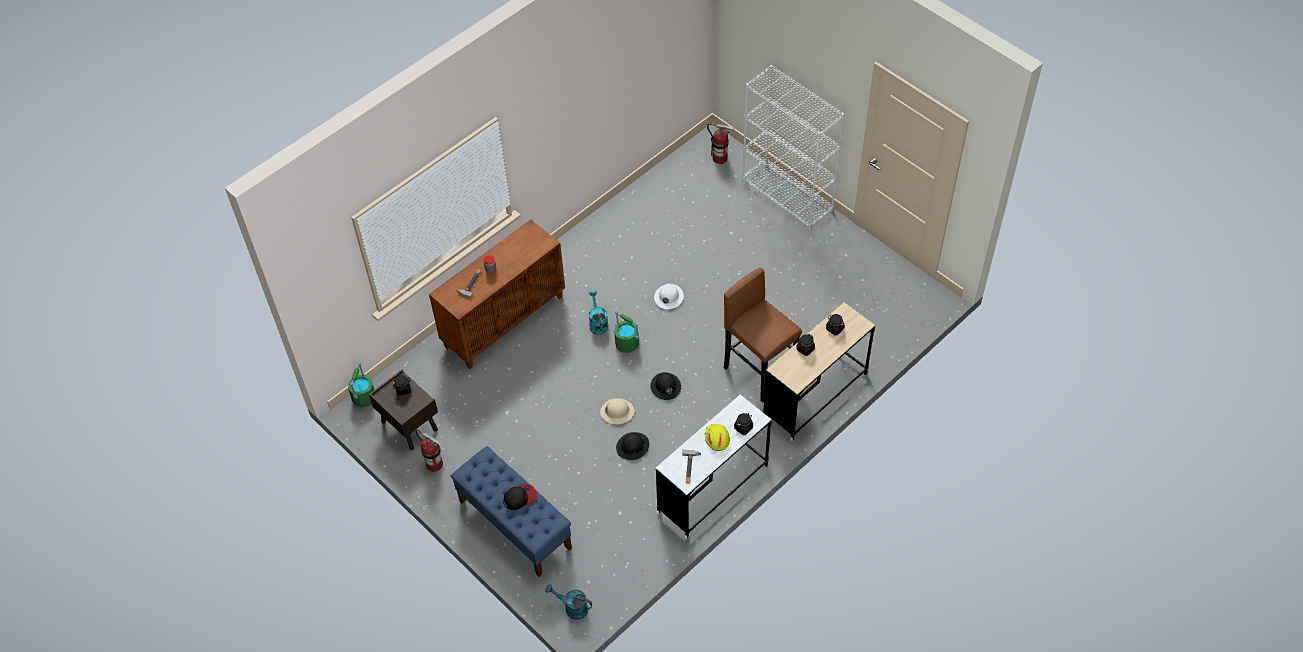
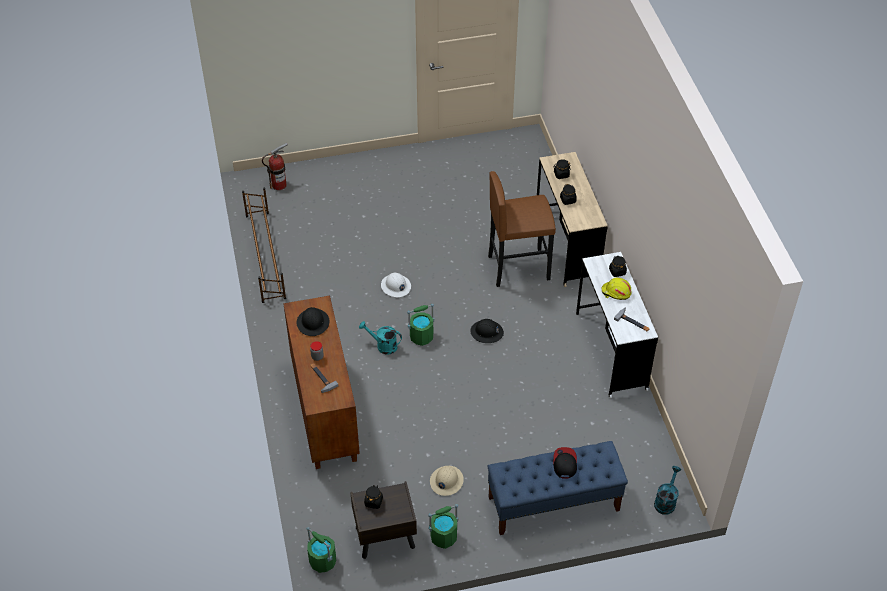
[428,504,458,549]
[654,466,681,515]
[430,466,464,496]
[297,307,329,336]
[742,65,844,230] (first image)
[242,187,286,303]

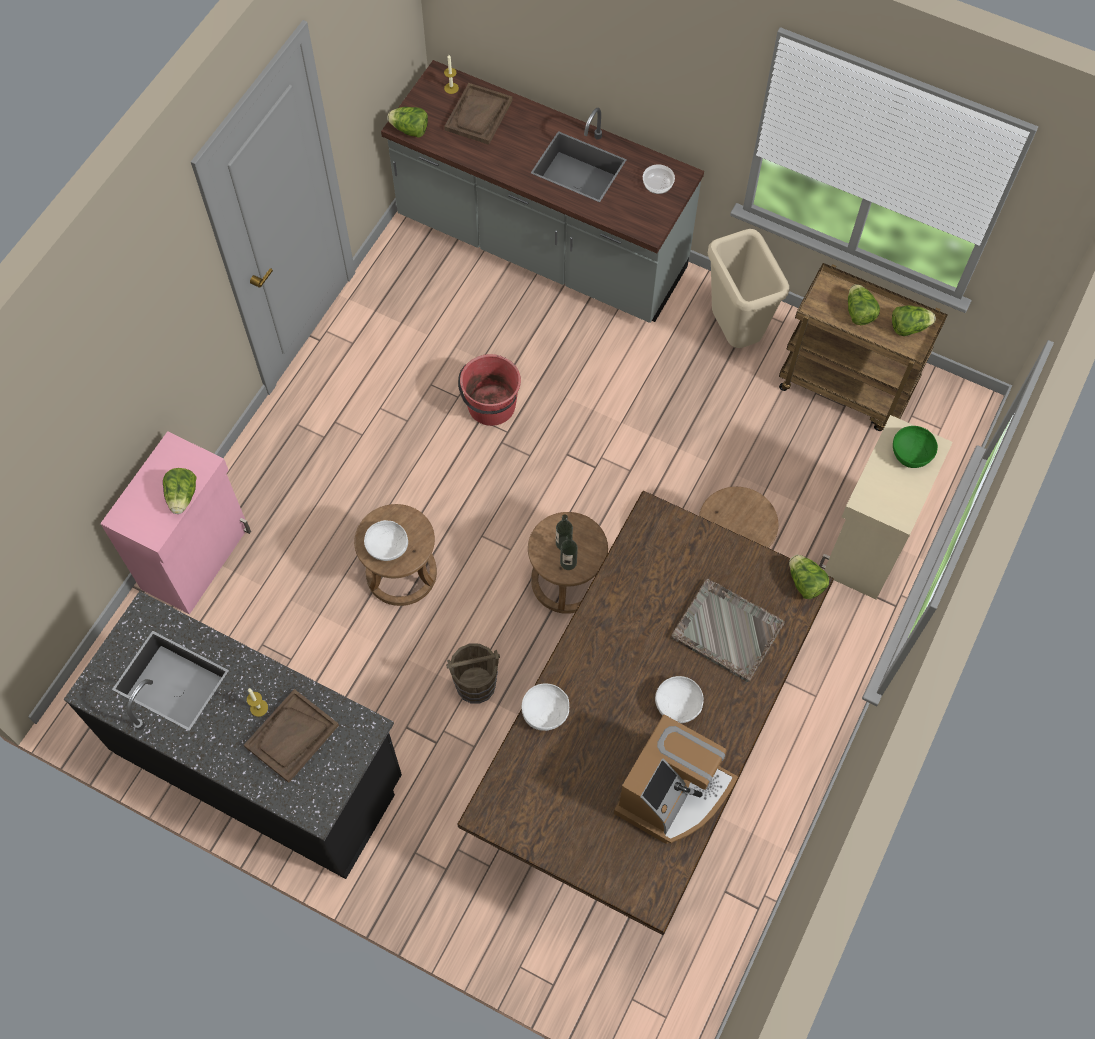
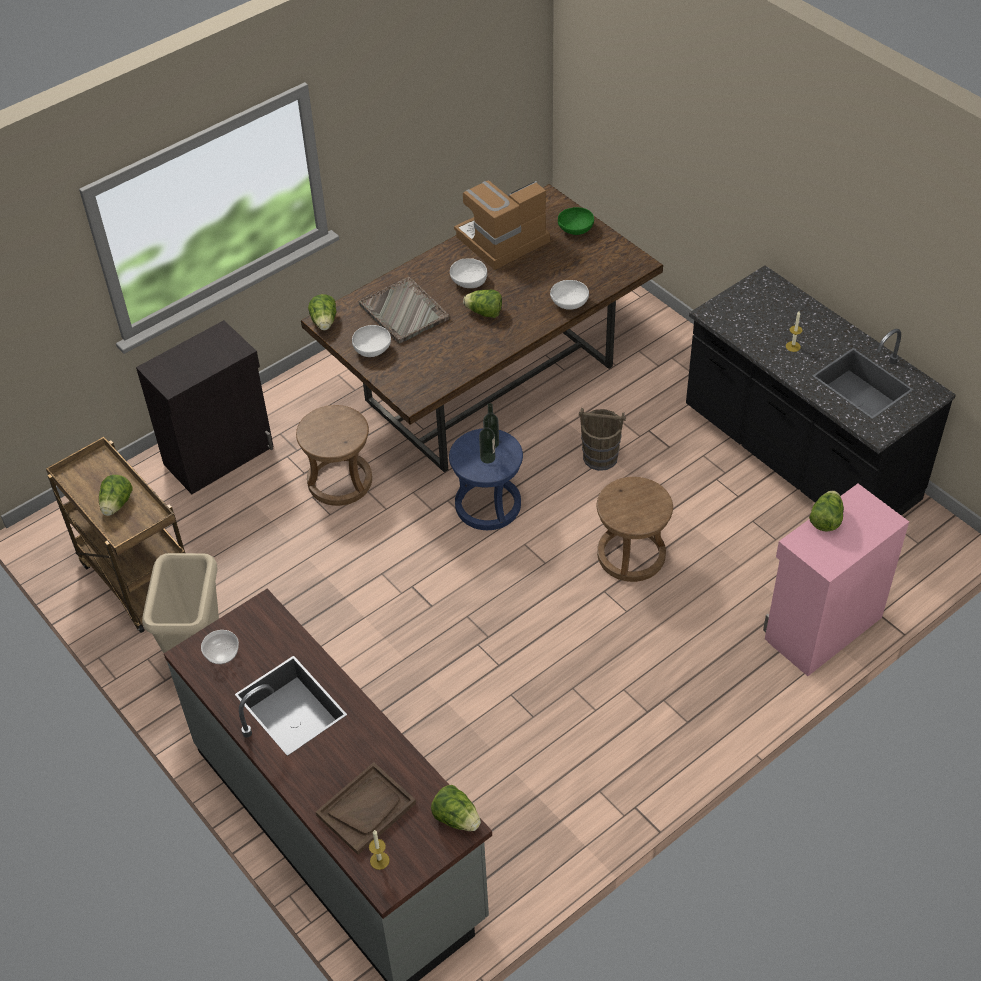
[244,689,339,783] (first image)
[352,325,391,357]
[458,354,521,426] (first image)
[449,428,523,530]
[136,320,274,494]
[463,290,502,318]
[558,207,594,235]

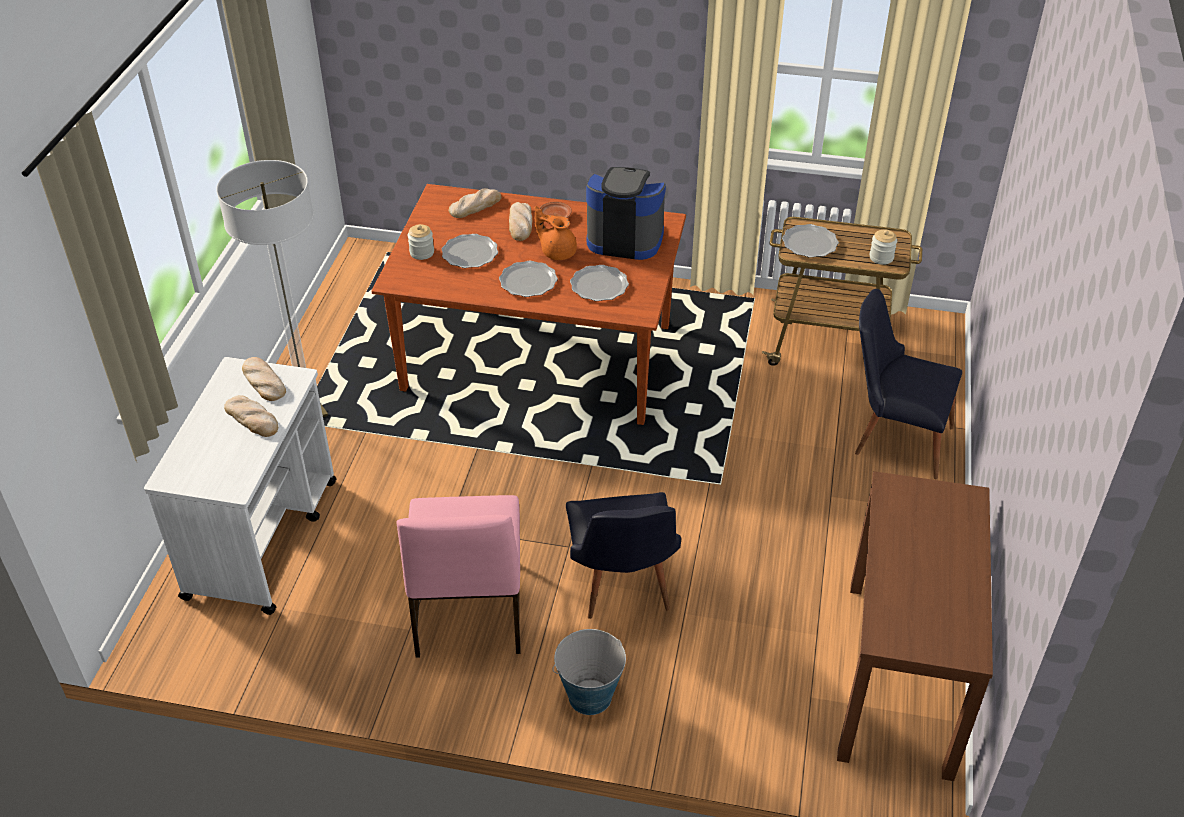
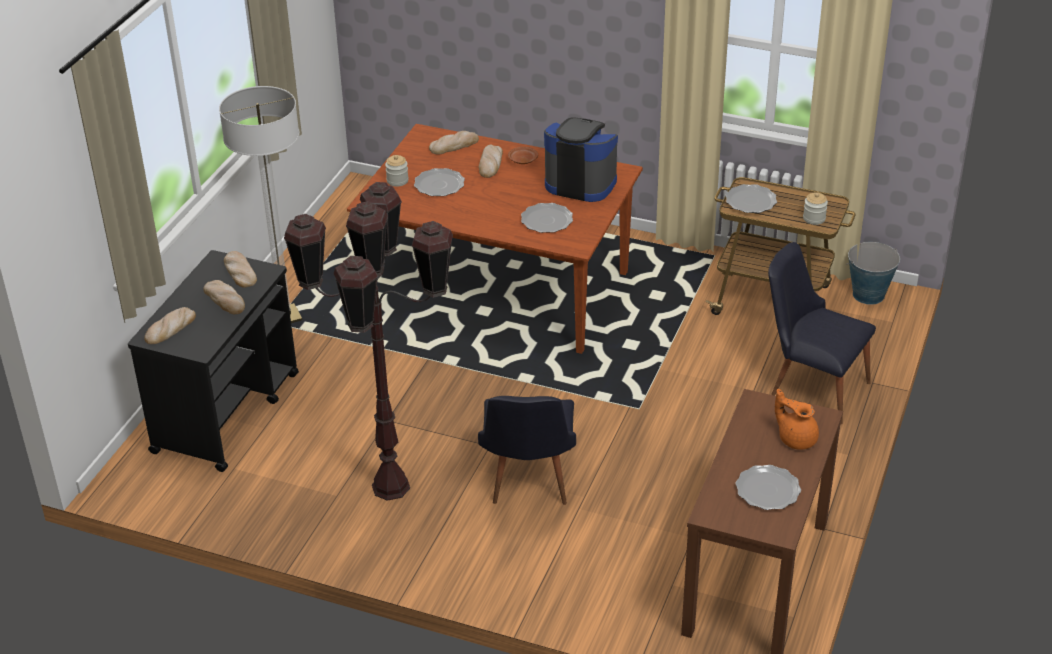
[128,250,299,472]
[284,182,453,501]
[735,465,801,510]
[775,389,819,450]
[845,242,900,305]
[144,307,196,344]

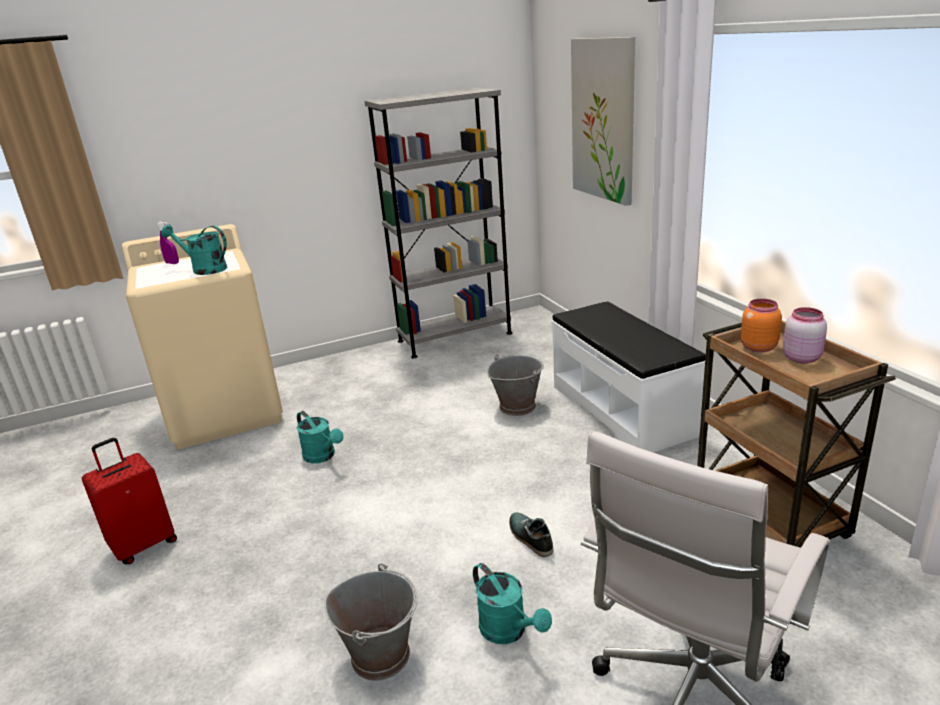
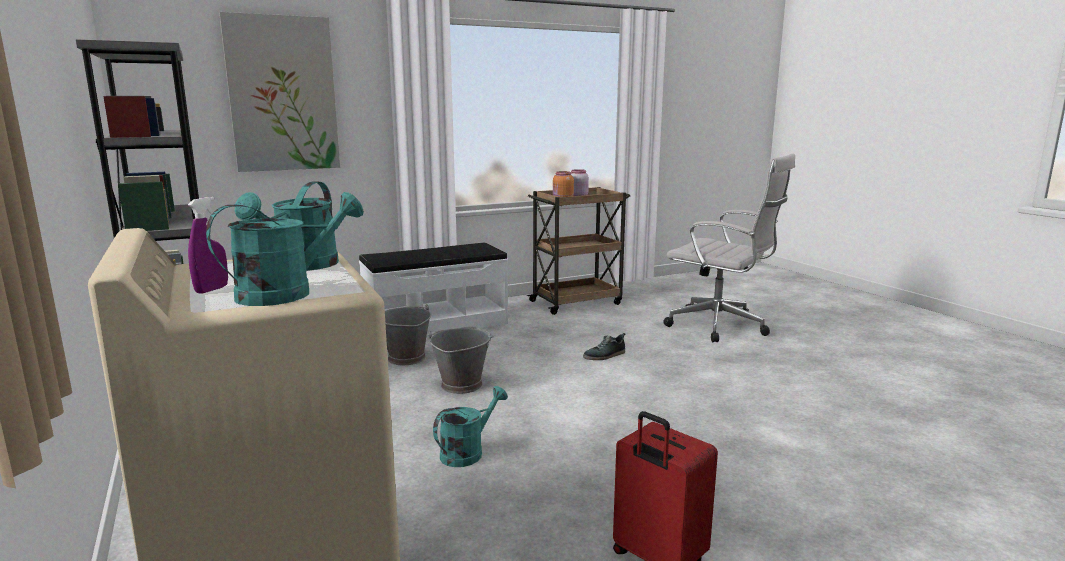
[428,328,494,394]
[206,192,364,306]

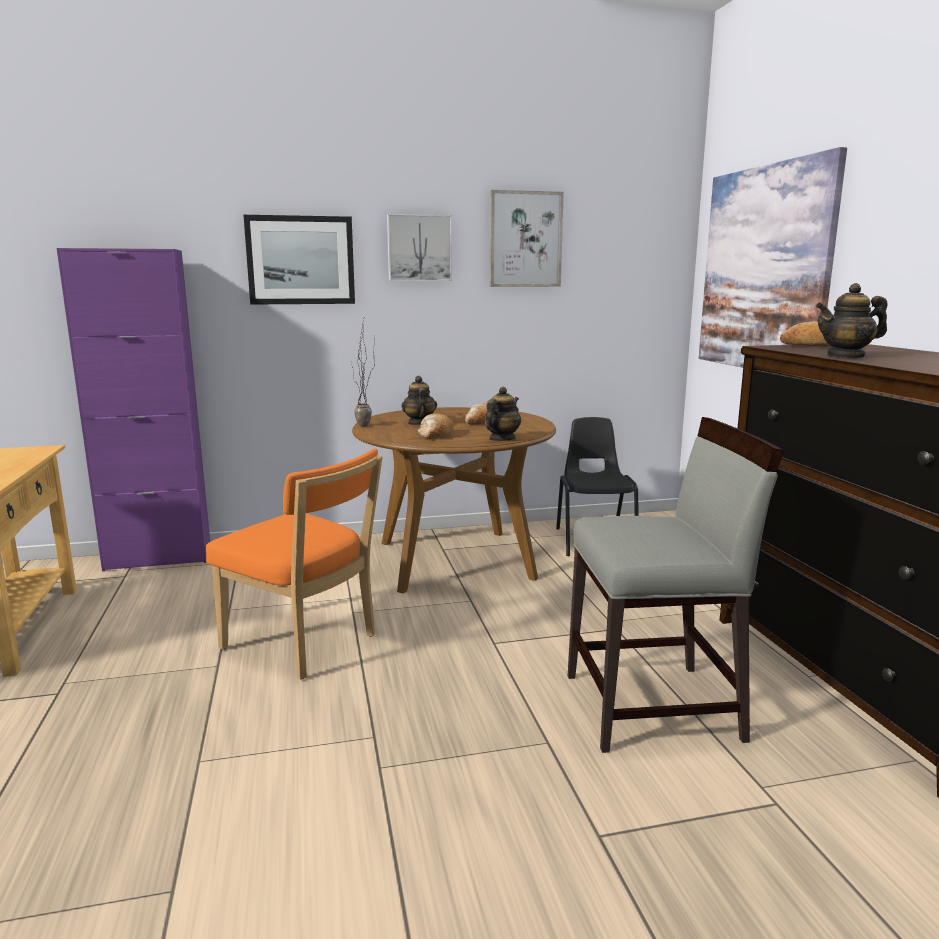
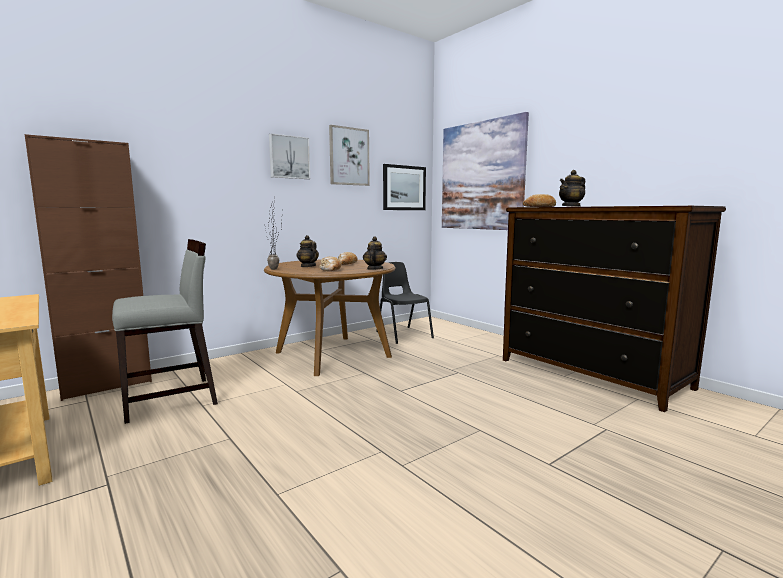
[25,134,152,401]
[206,449,383,680] (first image)
[383,164,426,210]
[112,239,218,424]

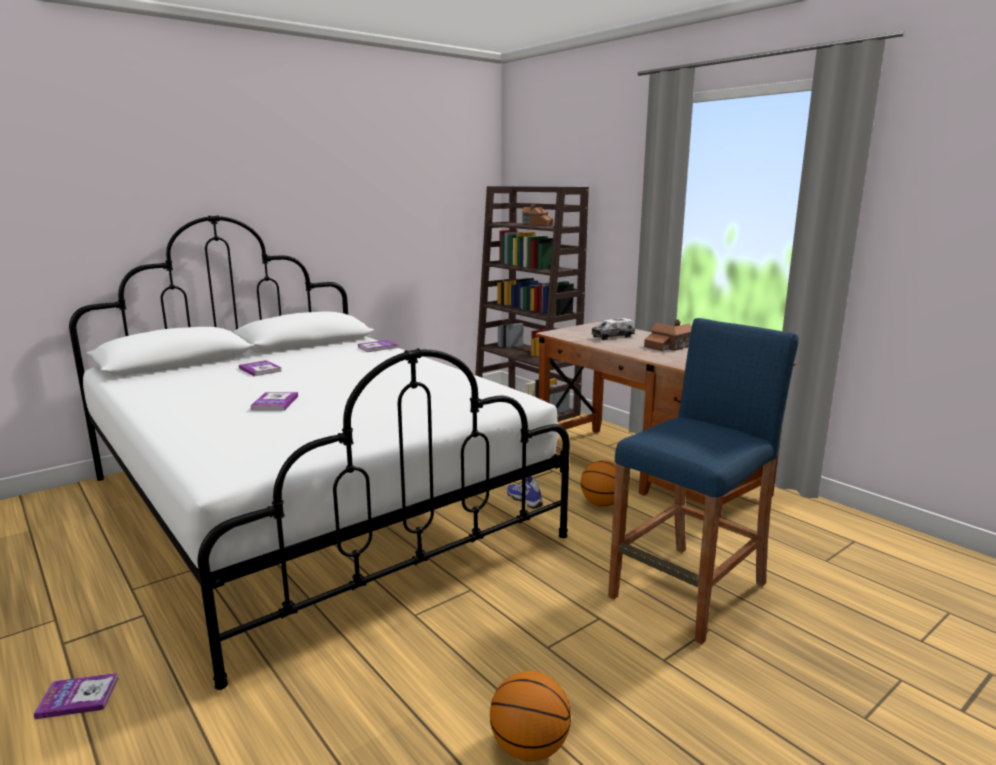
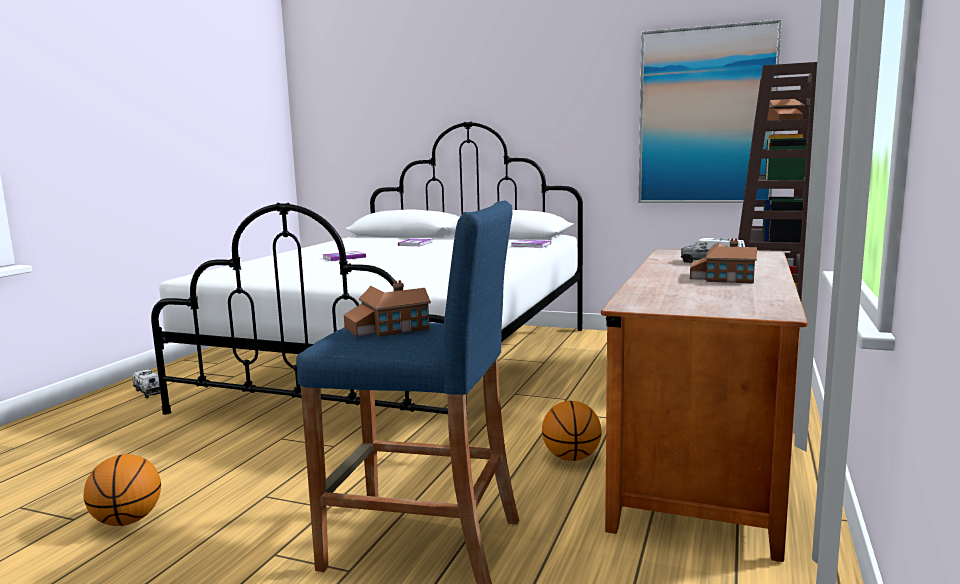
[133,369,160,398]
[507,476,543,509] (first image)
[344,280,431,337]
[638,20,782,203]

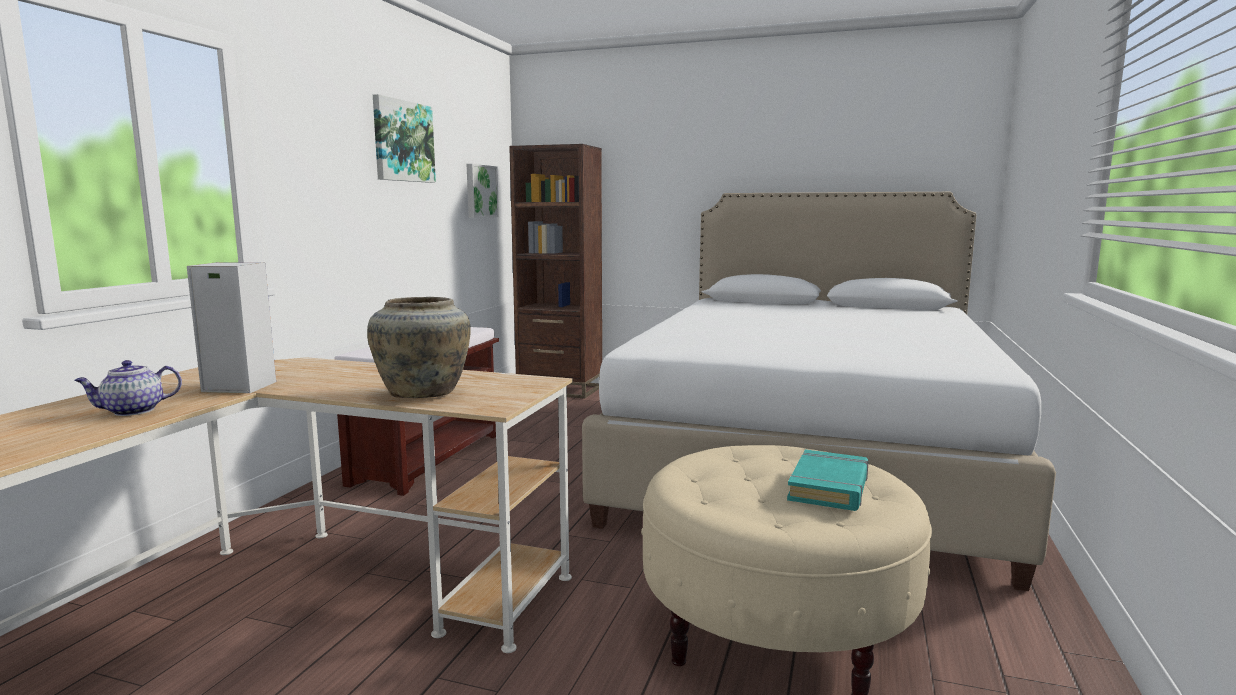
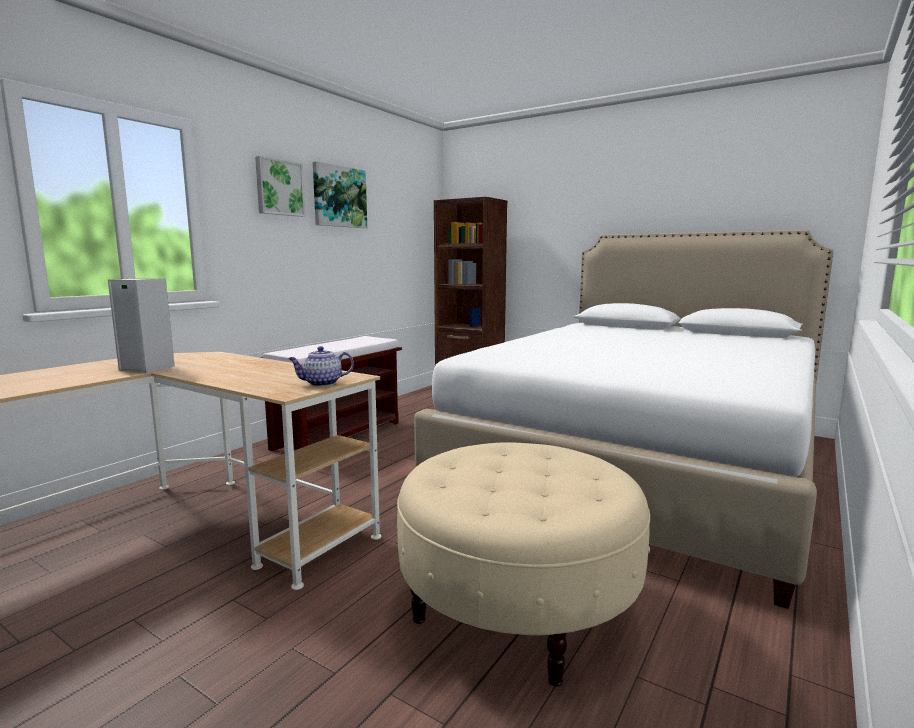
[288,346,354,386]
[367,297,471,398] (first image)
[255,156,305,217]
[787,449,869,511] (first image)

